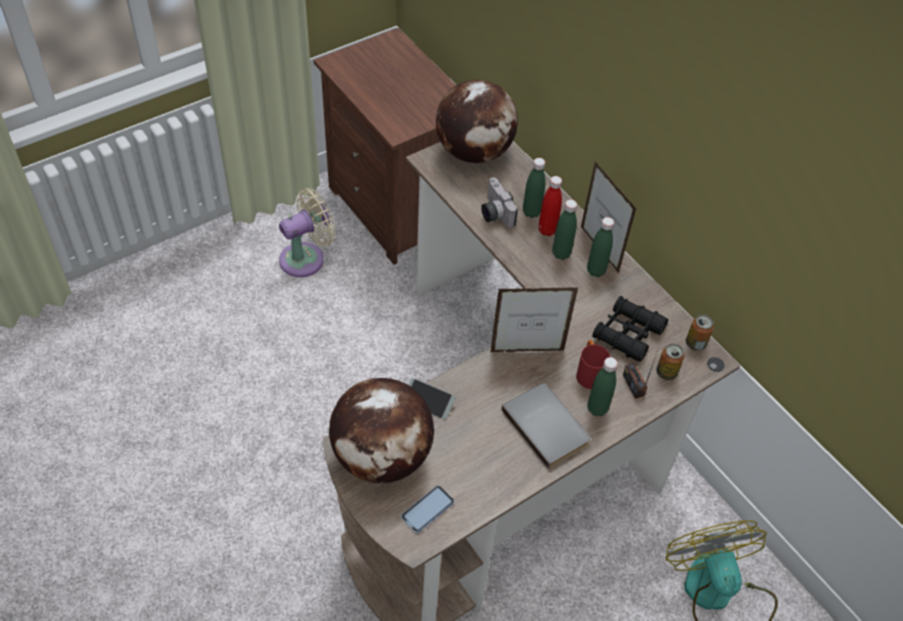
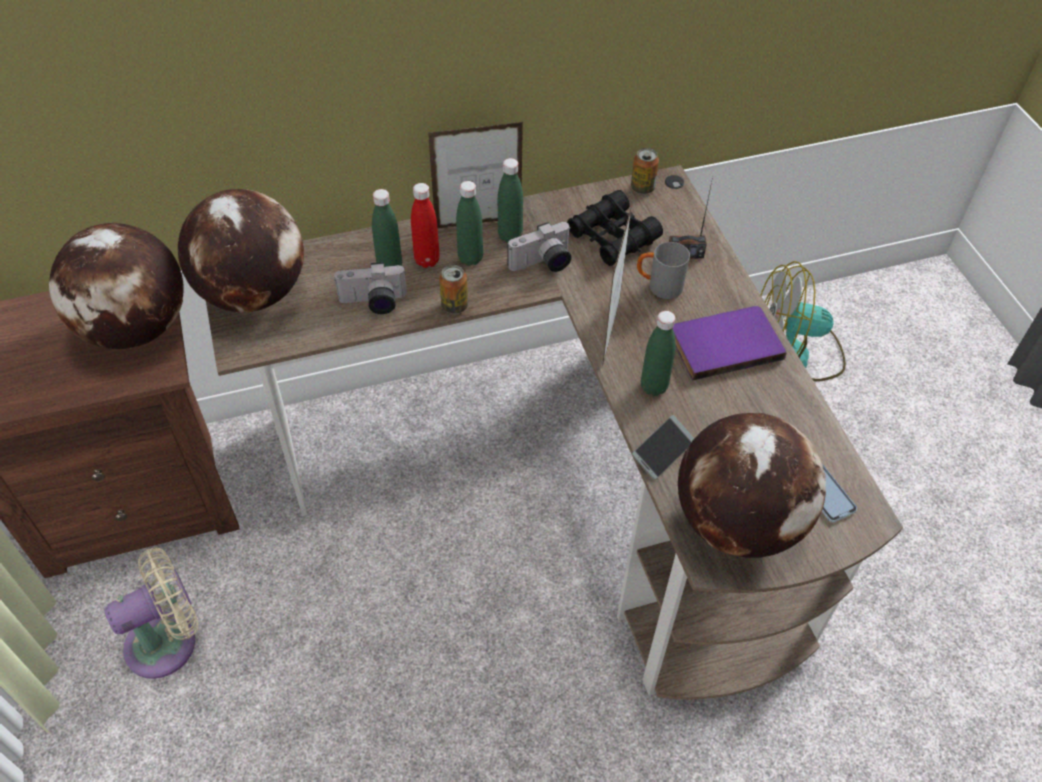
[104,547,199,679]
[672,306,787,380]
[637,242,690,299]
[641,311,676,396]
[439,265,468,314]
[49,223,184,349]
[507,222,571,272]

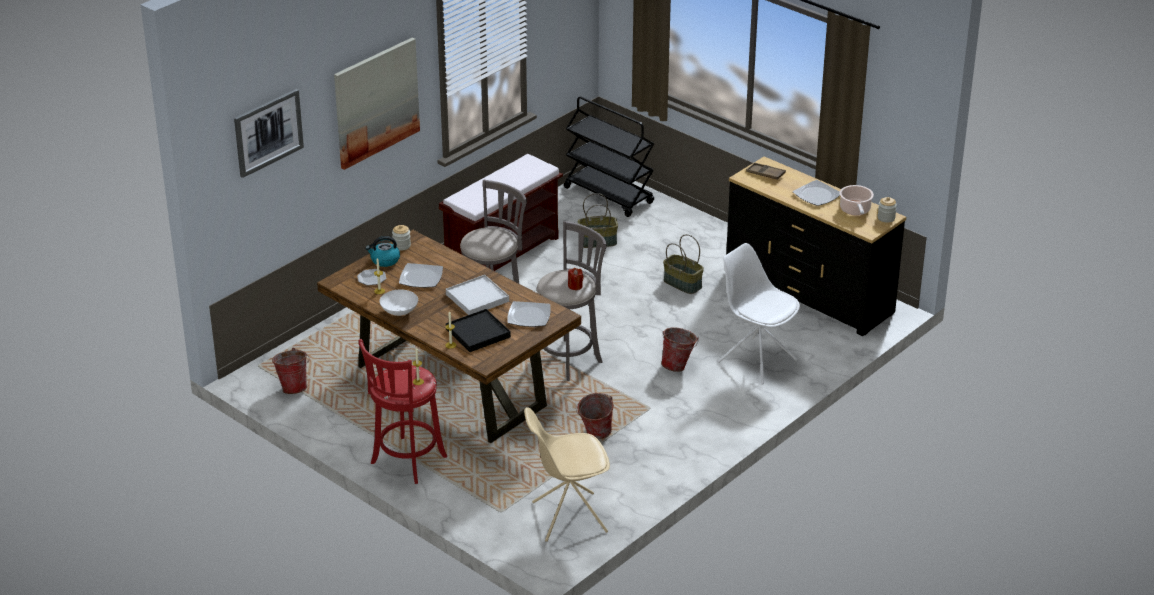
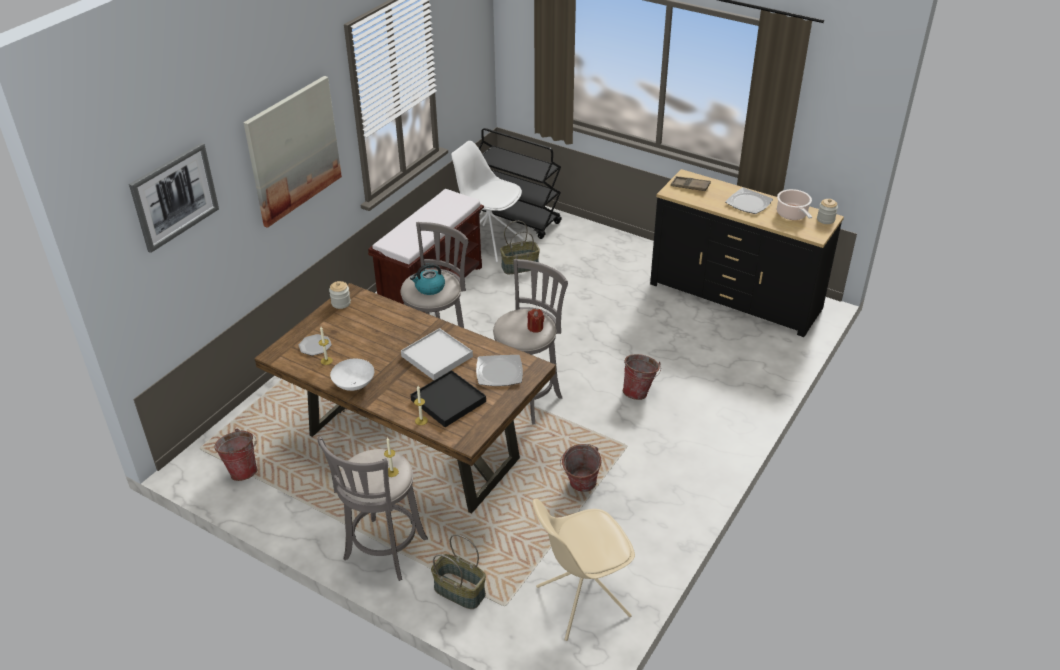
[317,437,428,581]
[410,263,445,295]
[399,263,443,288] (first image)
[431,534,486,609]
[451,141,524,263]

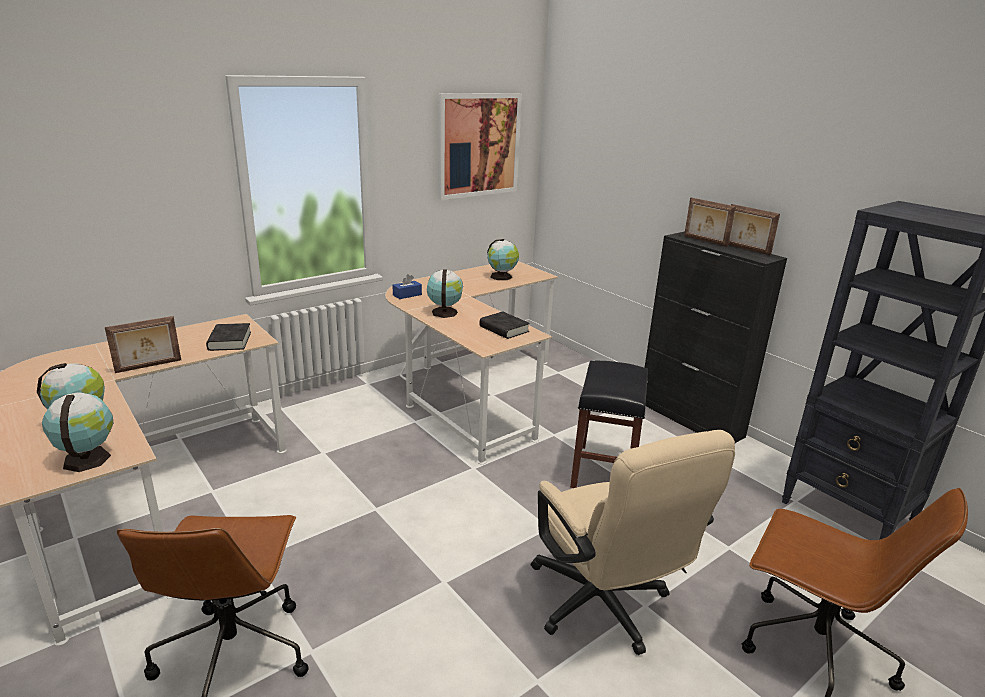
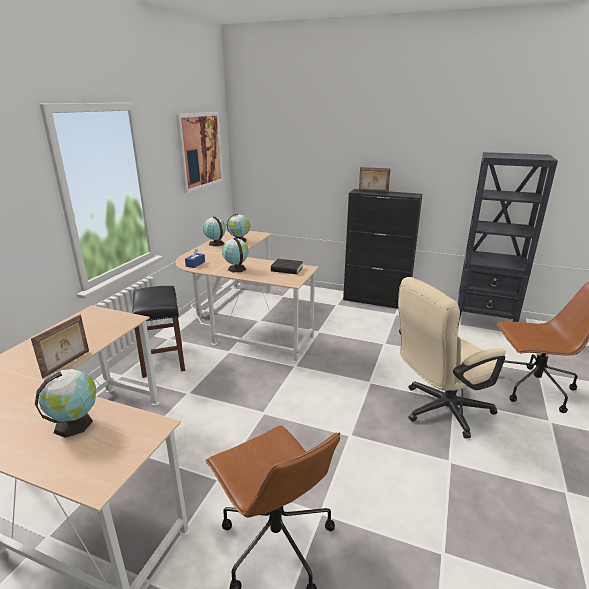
[203,217,226,246]
[206,323,251,351] (first image)
[398,277,506,439]
[132,286,185,378]
[729,204,780,256] (first image)

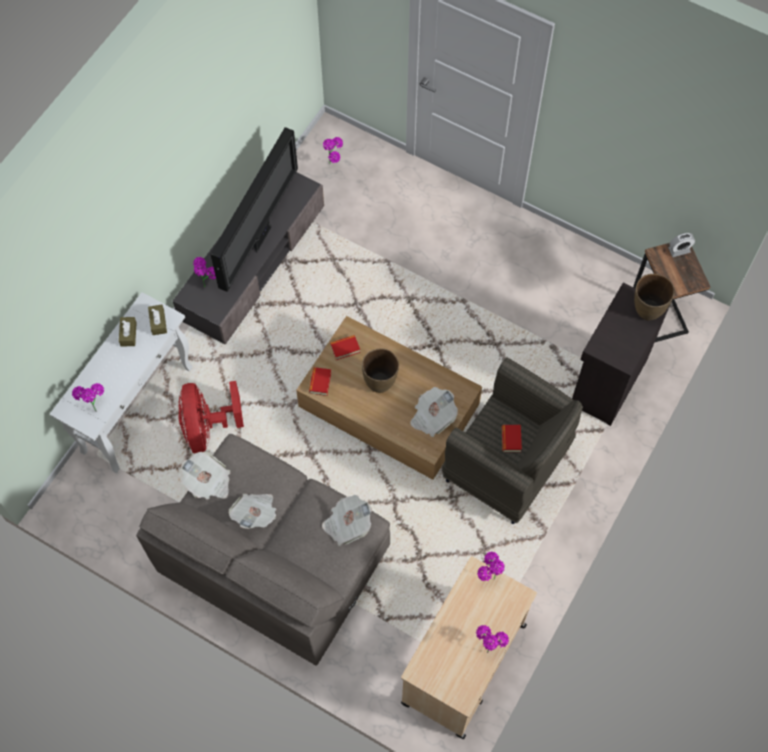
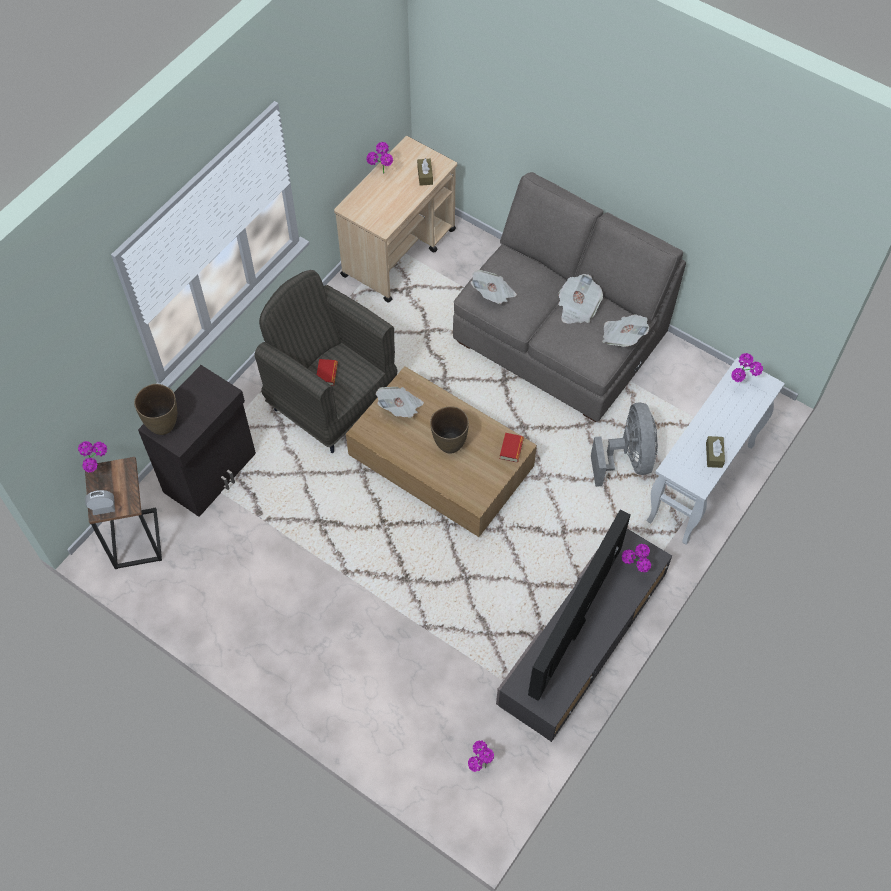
[417,158,433,186]
[591,403,658,487]
[330,335,360,360] (first image)
[78,441,107,472]

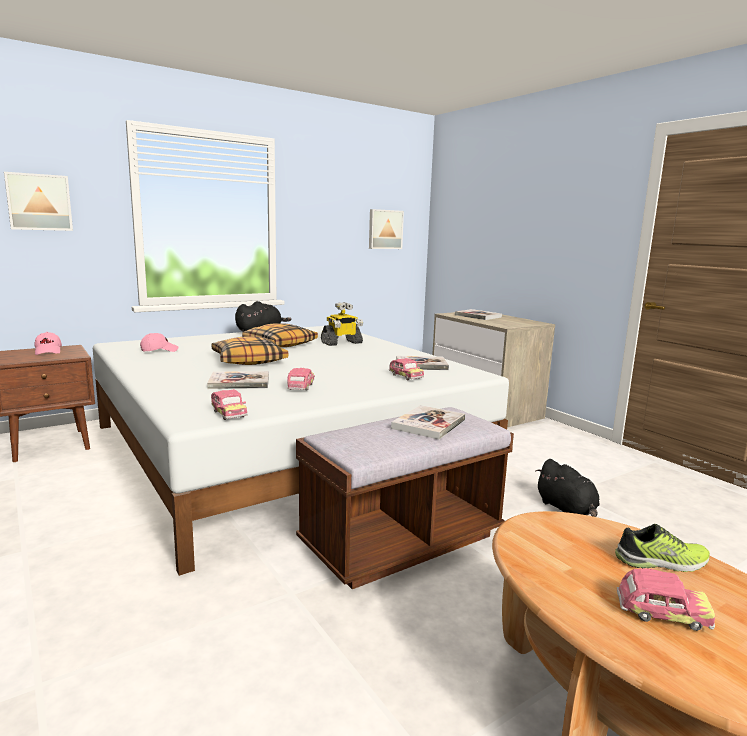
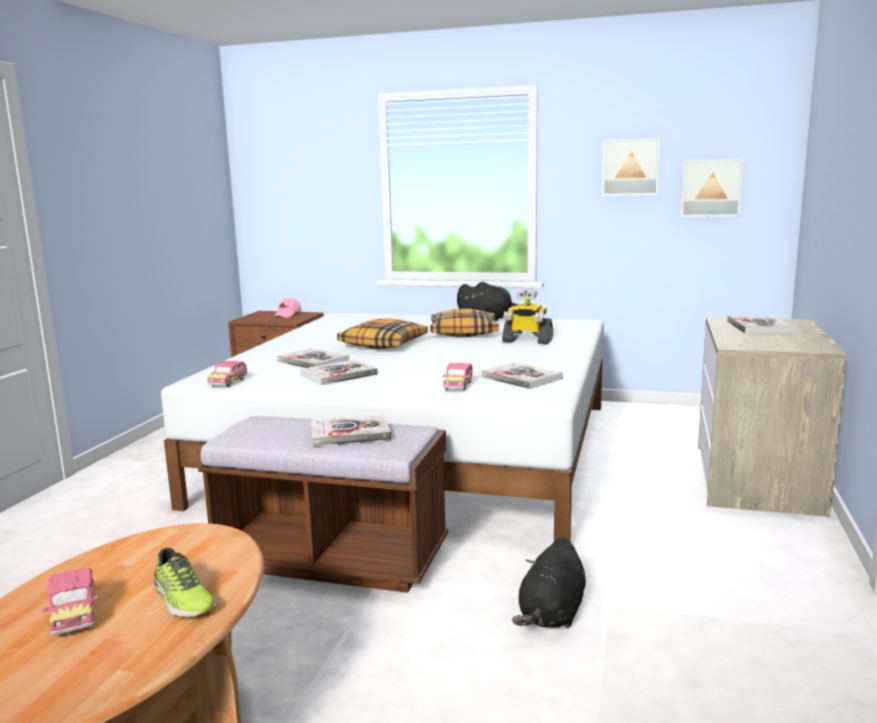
[602,138,661,196]
[140,333,178,352] (first image)
[300,360,378,385]

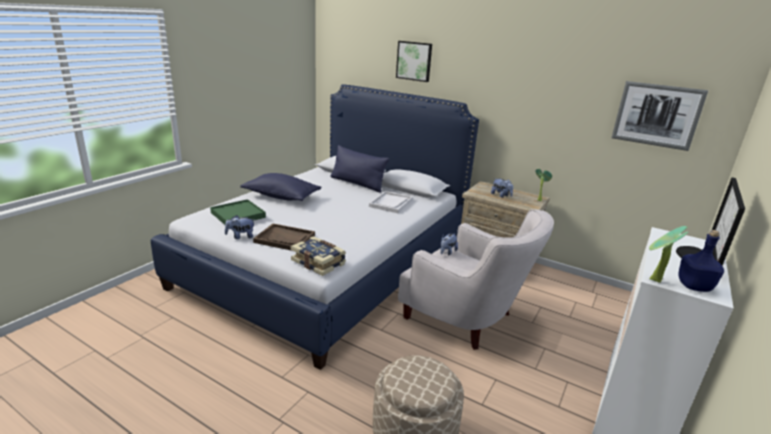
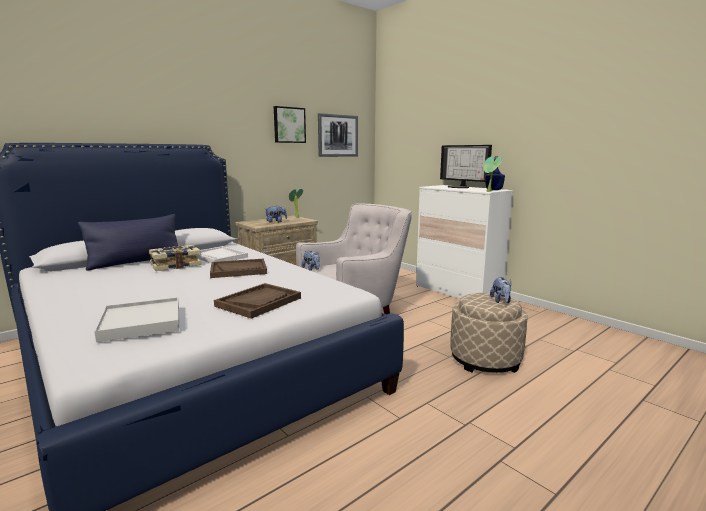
[94,297,179,342]
[490,277,512,303]
[240,173,322,201] (first image)
[149,245,202,271]
[274,106,306,143]
[210,259,267,278]

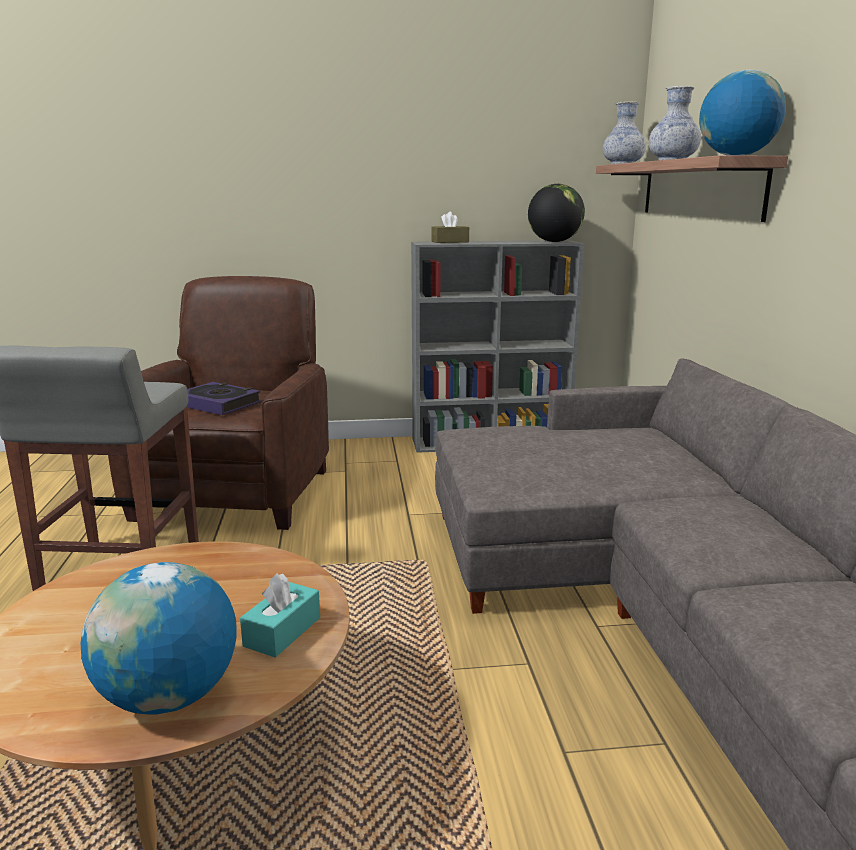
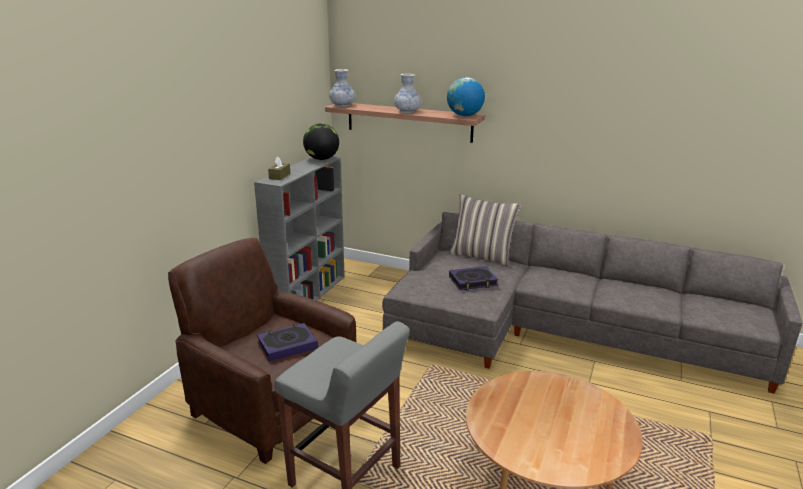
[81,562,237,715] (first image)
[240,573,320,658] (first image)
[449,194,521,266]
[449,266,498,290]

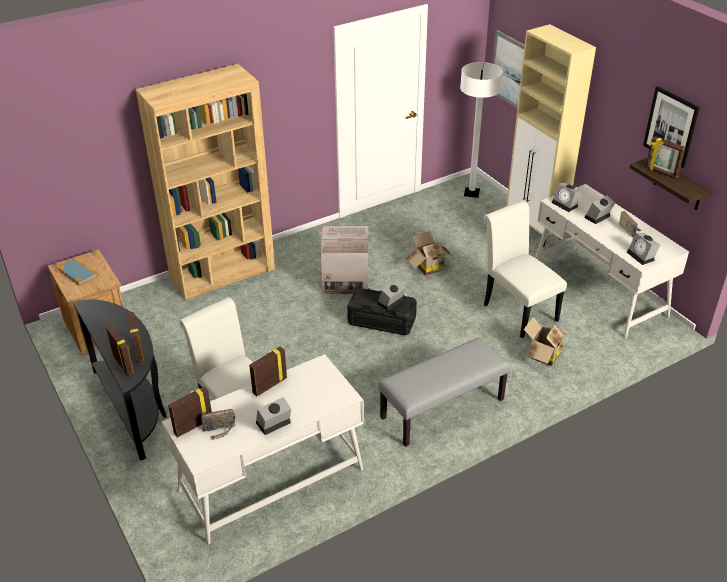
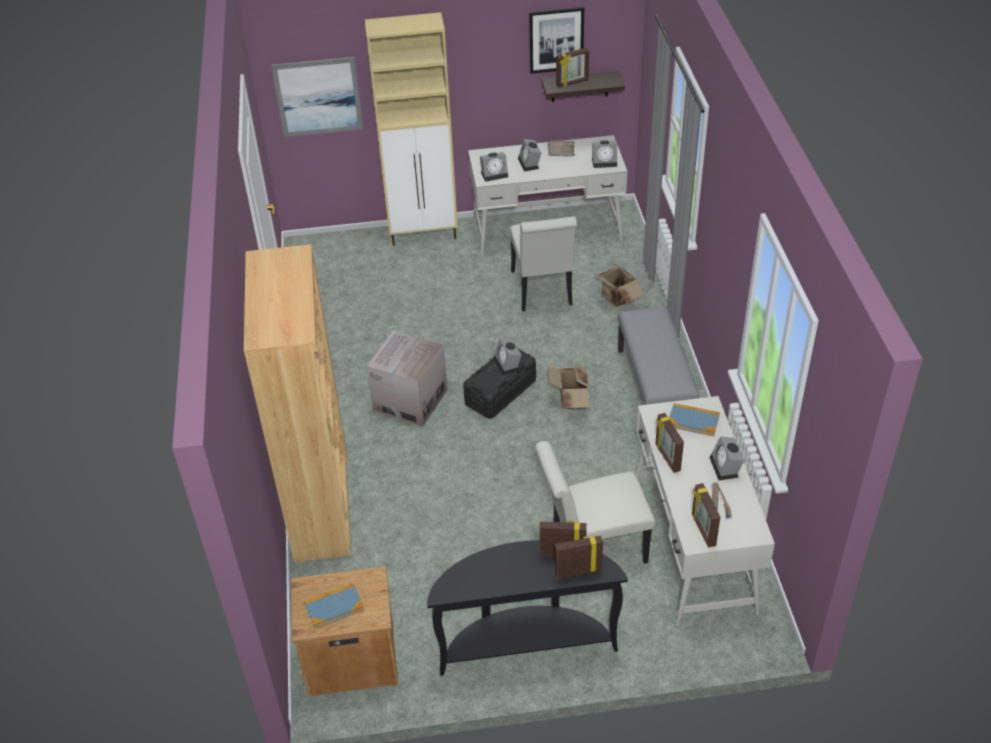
[548,364,589,409]
[460,62,503,198] (first image)
[510,217,577,311]
[669,403,720,436]

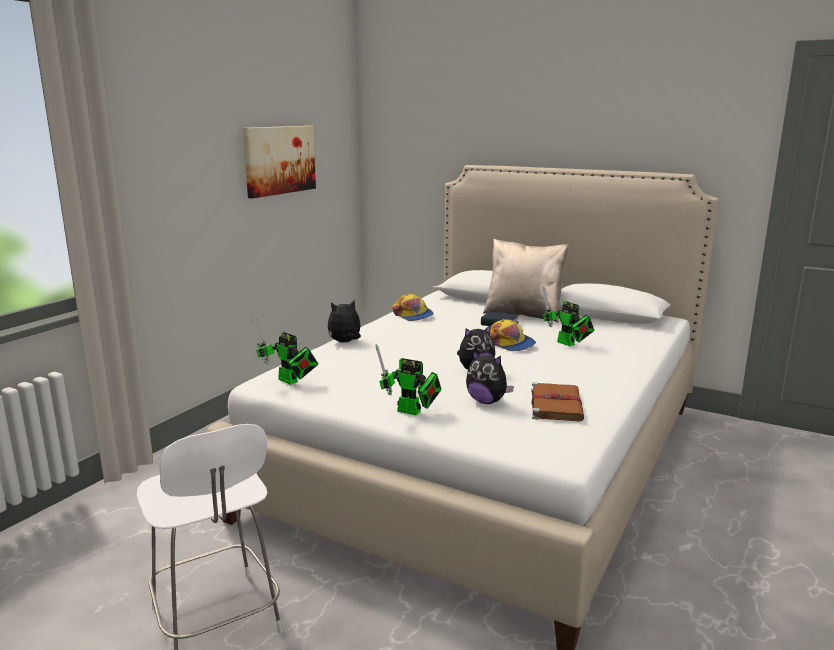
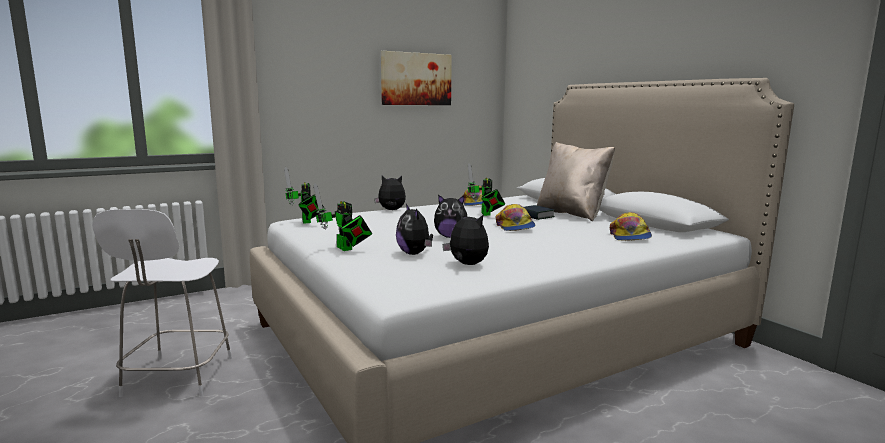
[442,211,489,265]
[468,163,505,216]
[610,212,652,241]

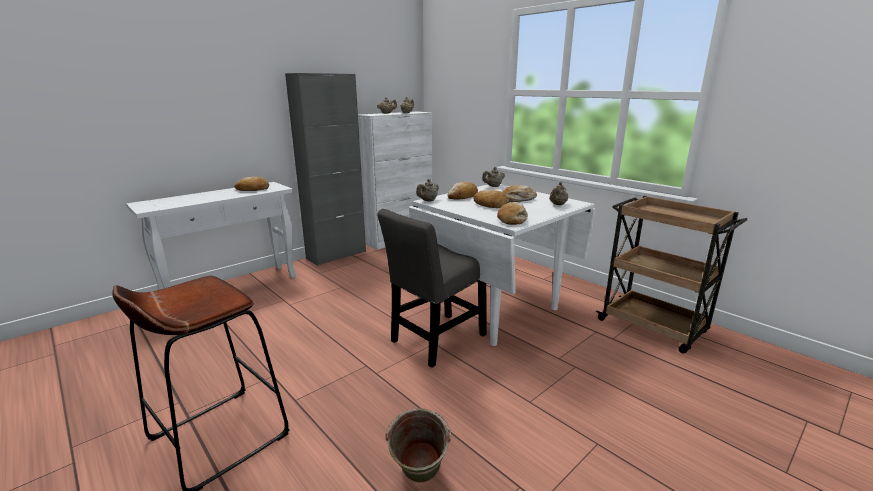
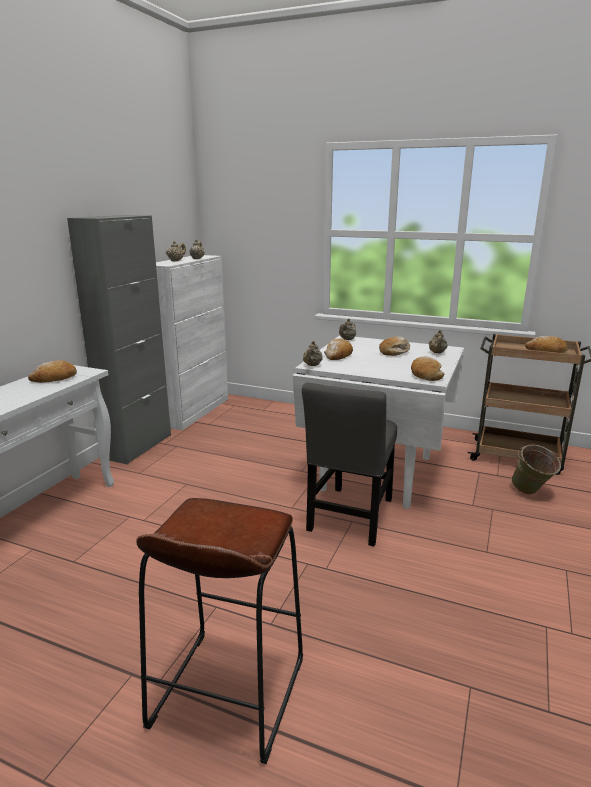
[511,444,561,495]
[525,336,568,353]

